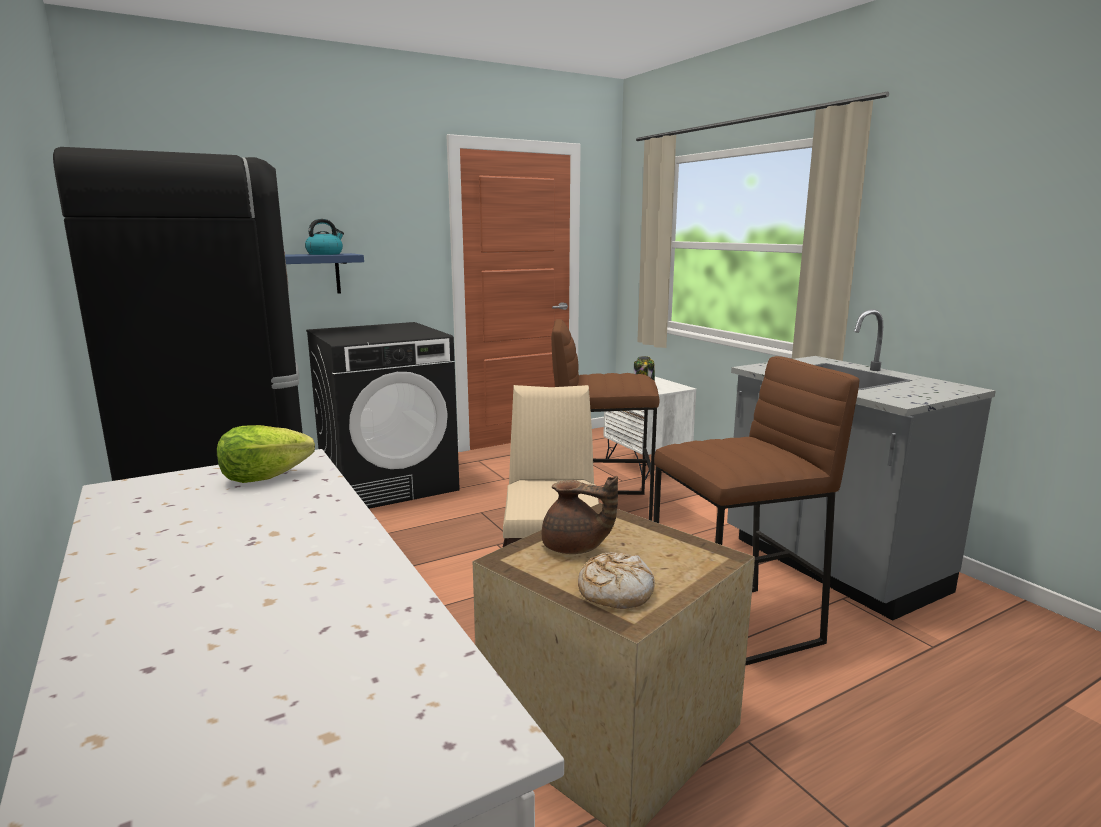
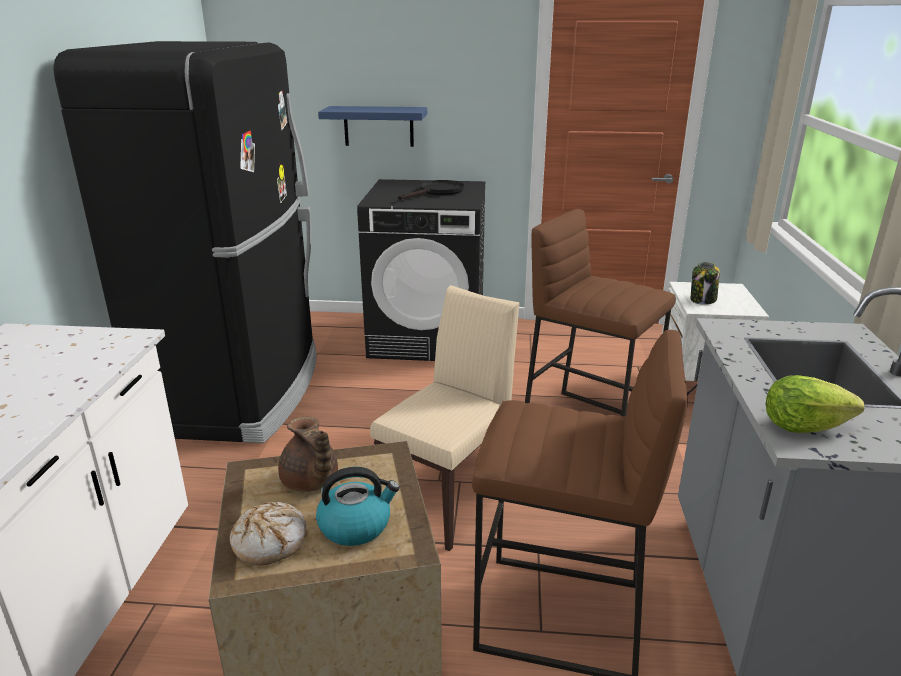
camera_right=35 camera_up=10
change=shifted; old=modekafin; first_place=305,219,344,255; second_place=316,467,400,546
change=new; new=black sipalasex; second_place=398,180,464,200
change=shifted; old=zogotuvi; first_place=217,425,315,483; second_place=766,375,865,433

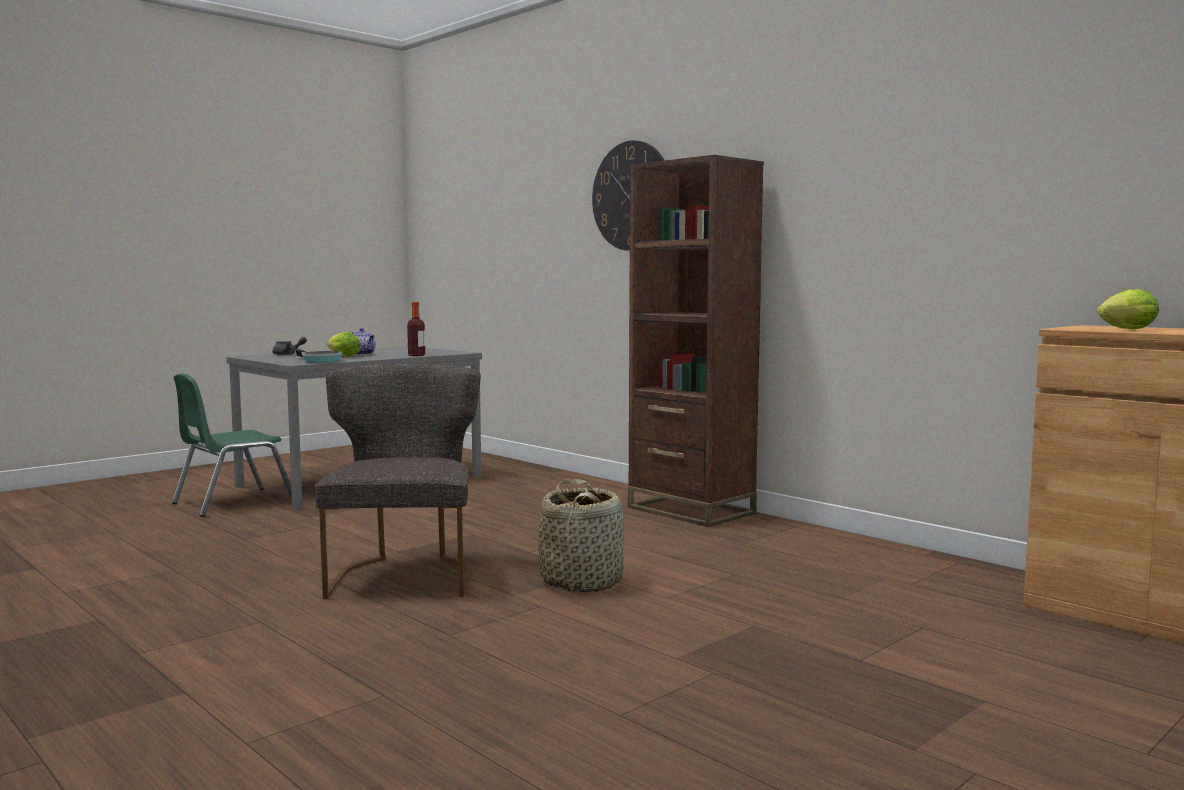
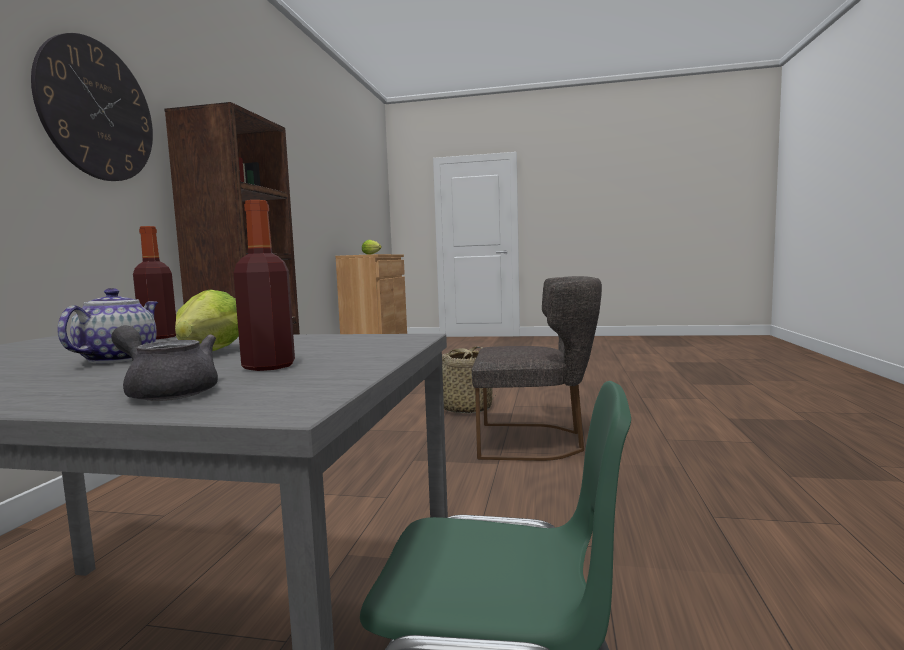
camera_right=-125 camera_up=0
change=new; new=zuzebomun; second_place=234,200,295,371
change=rotated; old=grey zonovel; first_place=315,364,481,599; second_place=472,276,602,461; degrees=-135
change=gone; old=sipalasex; first_place=296,349,342,363

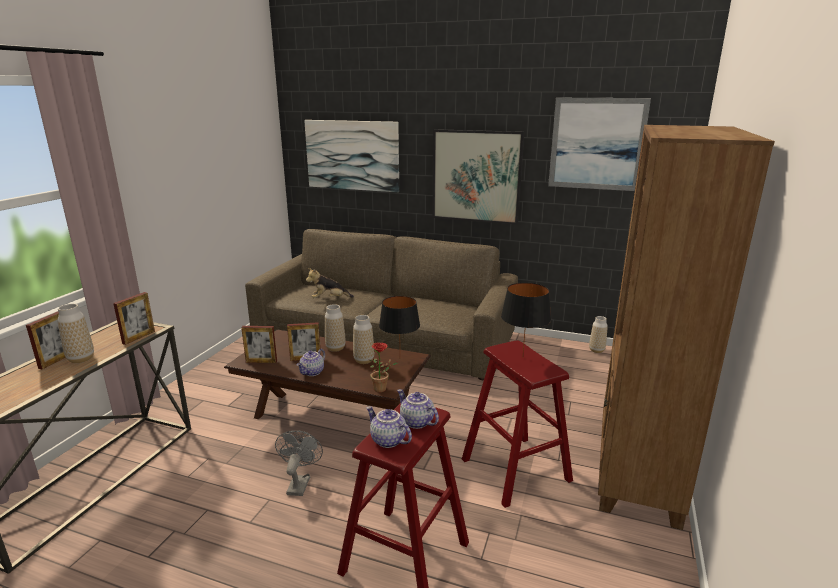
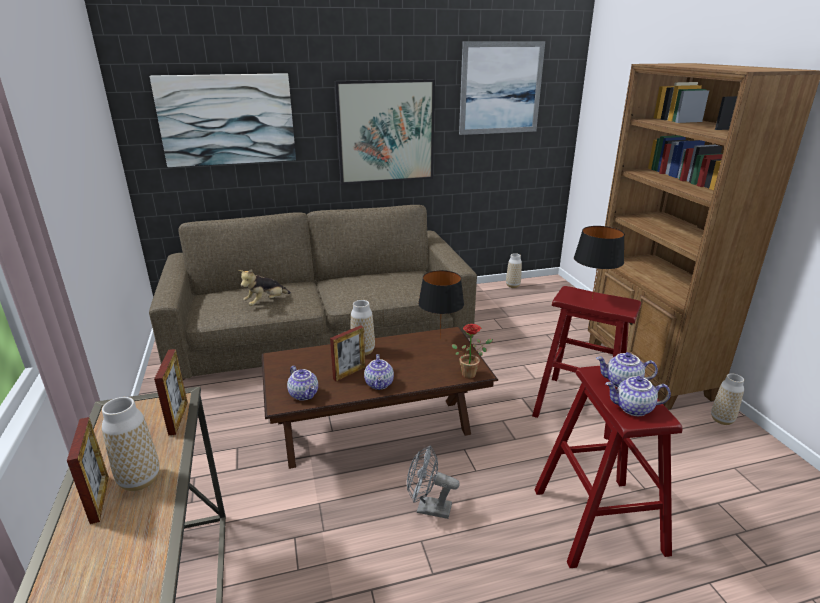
camera_right=-35 camera_up=5
change=swapped; old=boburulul; new=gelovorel; first_place=241,326,277,363; second_place=287,366,318,401
change=rotated; old=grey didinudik; first_place=275,431,323,496; second_place=407,445,460,519; degrees=-45
change=shifted; old=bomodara; first_place=353,315,374,364; second_place=711,373,744,425

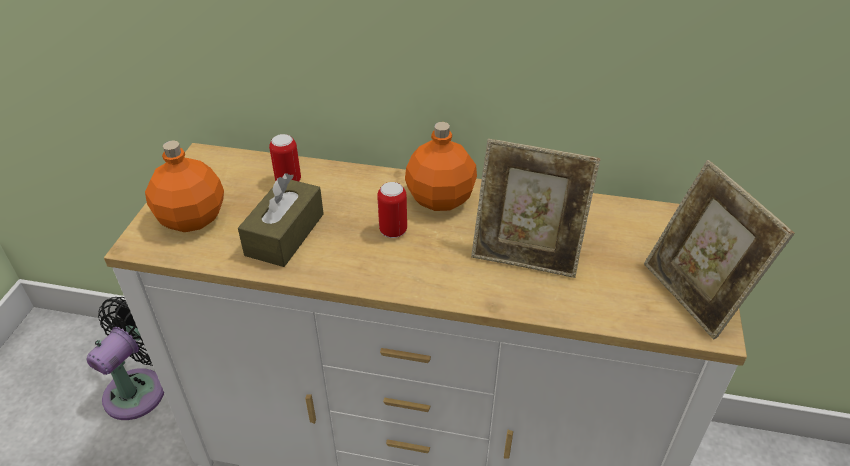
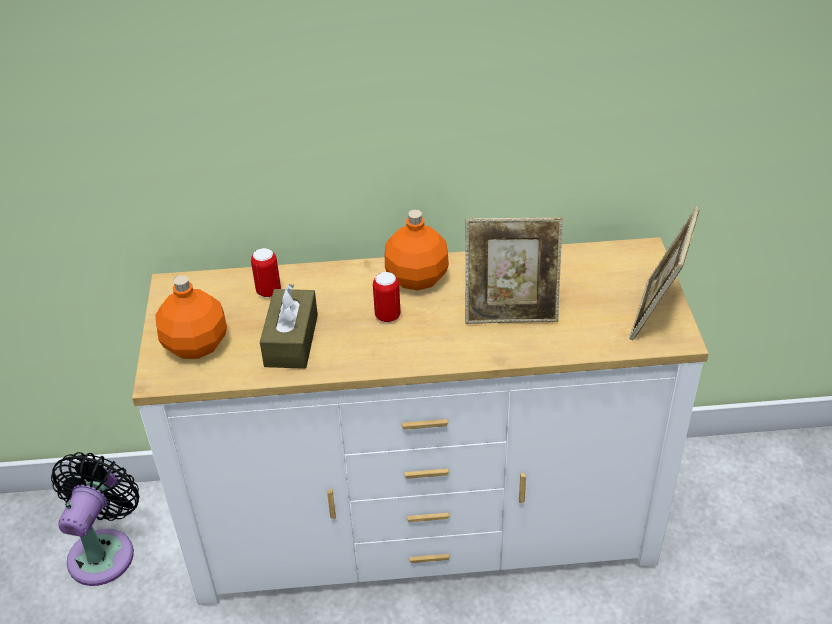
camera_right=-15 camera_up=0
change=rotated; old=boburulul; first_place=644,160,795,339; second_place=629,206,700,340; degrees=60

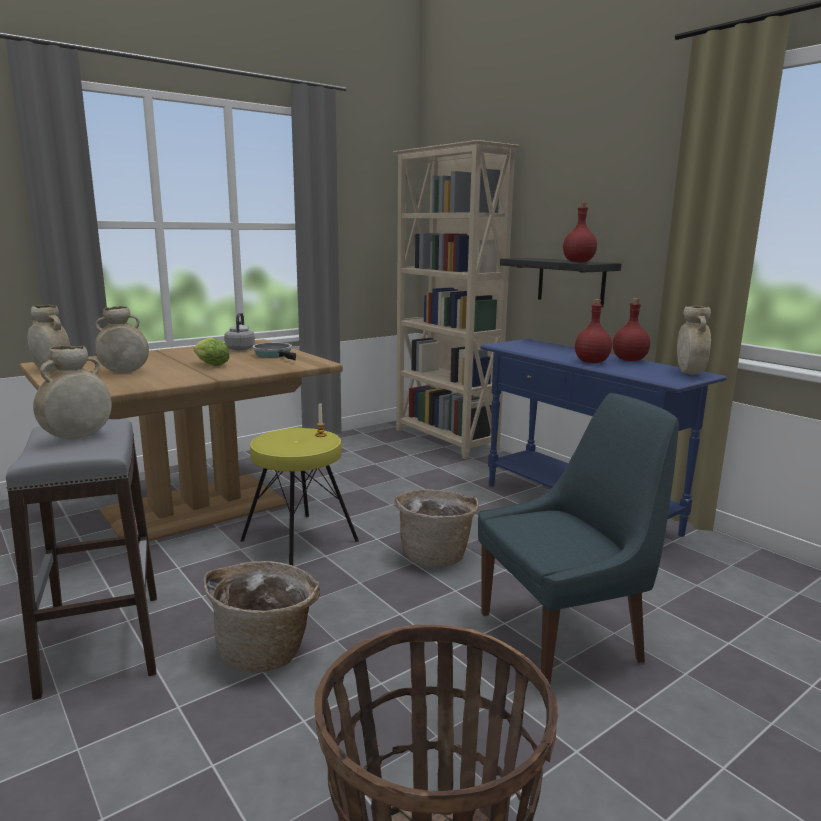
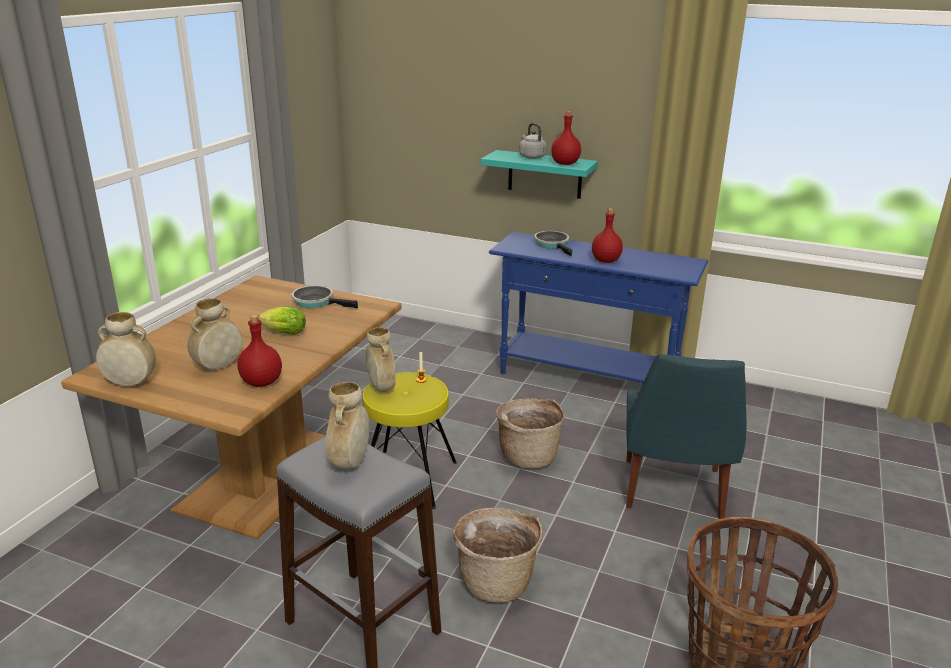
camera_right=-30 camera_up=10
change=shifted; old=red zuzebomun; first_place=613,298,650,361; second_place=237,315,282,387
change=shifted; old=beige bomodara; first_place=677,306,711,374; second_place=366,327,396,392
change=repainted; old=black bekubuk; new=turquoise bekubuk; first_place=500,258,621,307; second_place=481,150,598,199
change=shifted; old=grey modekafin; first_place=224,313,255,351; second_place=519,123,547,159
change=new; new=sipalasex; second_place=534,231,573,256
change=rotated; old=blue zonovel; first_place=478,393,679,684; second_place=626,354,747,519; degrees=150
change=gone; old=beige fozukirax; first_place=393,140,519,459

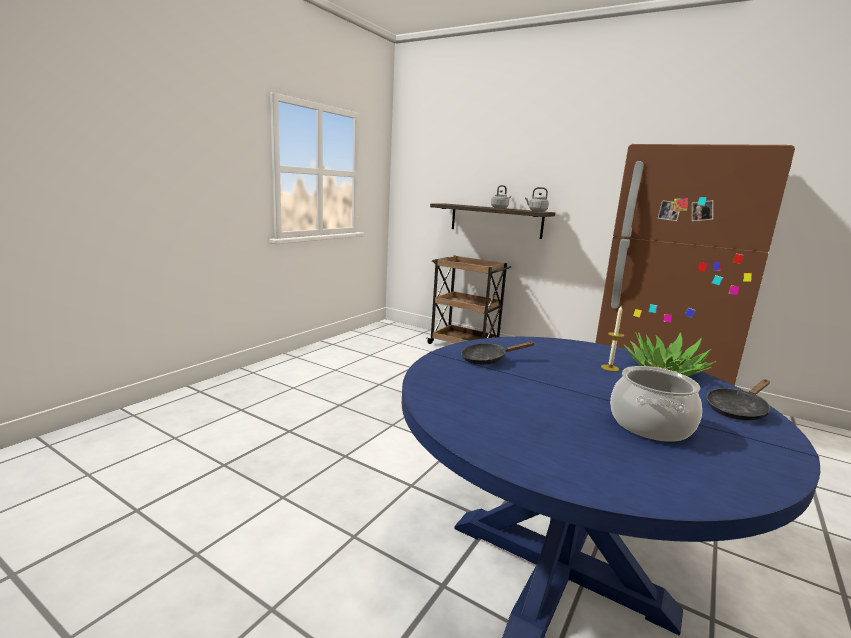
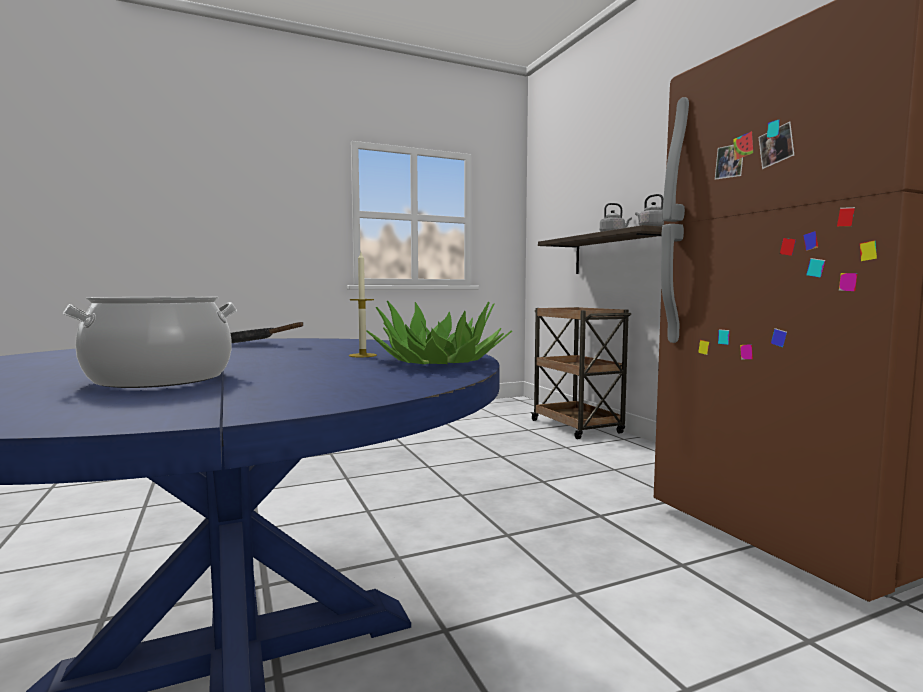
camera_right=35 camera_up=-10
change=gone; old=black sipalasex; first_place=707,379,770,420

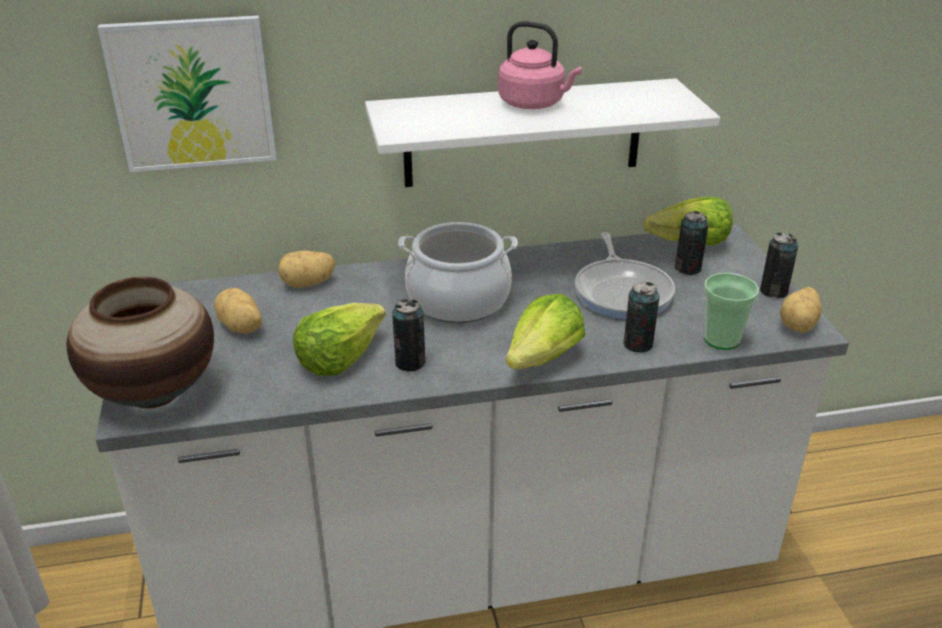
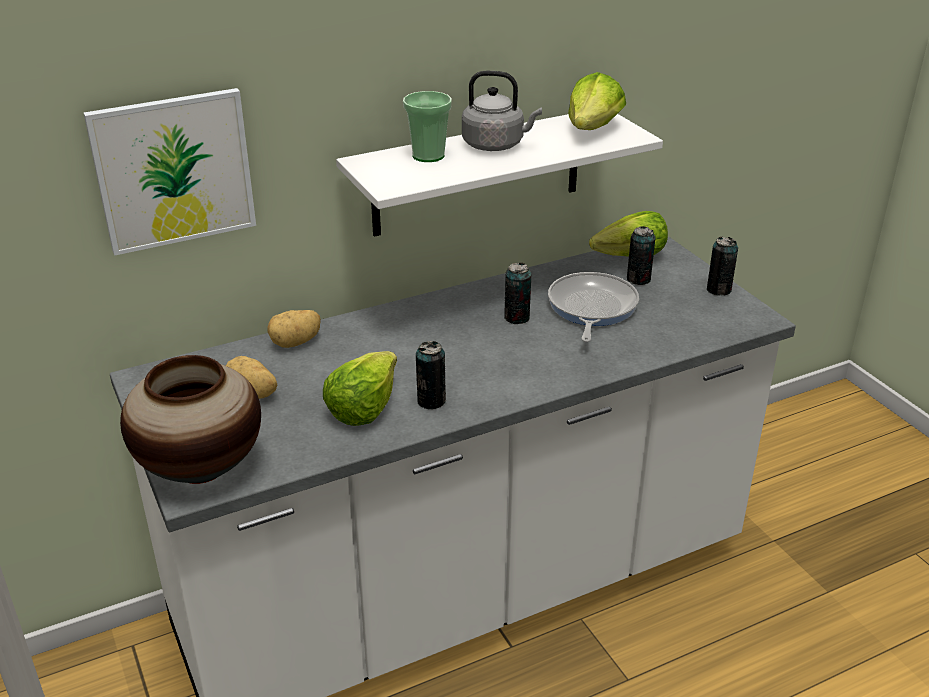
camera_right=-15 camera_up=0
change=shifted; old=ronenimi; first_place=704,273,759,350; second_place=403,91,452,162
change=repainted; old=pink modekafin; new=grey modekafin; first_place=498,21,582,109; second_place=462,71,542,151
change=shifted; old=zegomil; first_place=623,282,660,352; second_place=504,263,531,324
change=rotated; old=sipalasex; first_place=575,232,675,319; second_place=548,272,639,342; degrees=-150
change=shifted; old=zogotuvi; first_place=506,294,586,369; second_place=568,72,626,130
change=gone; old=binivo; first_place=398,222,518,323
change=gone; old=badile; first_place=780,287,821,333

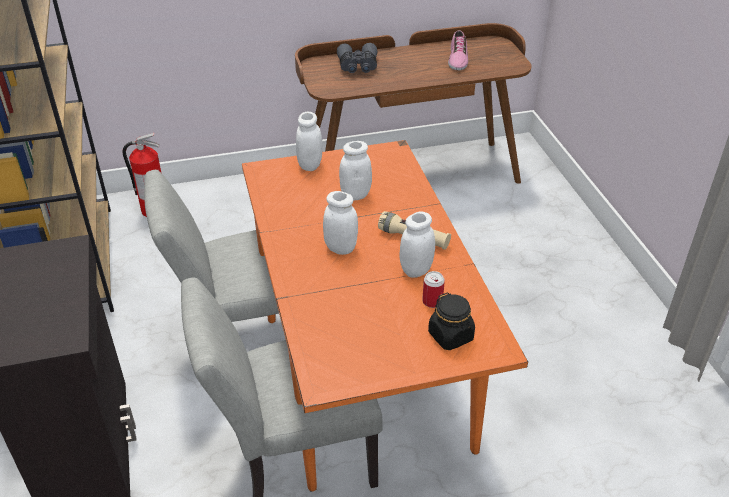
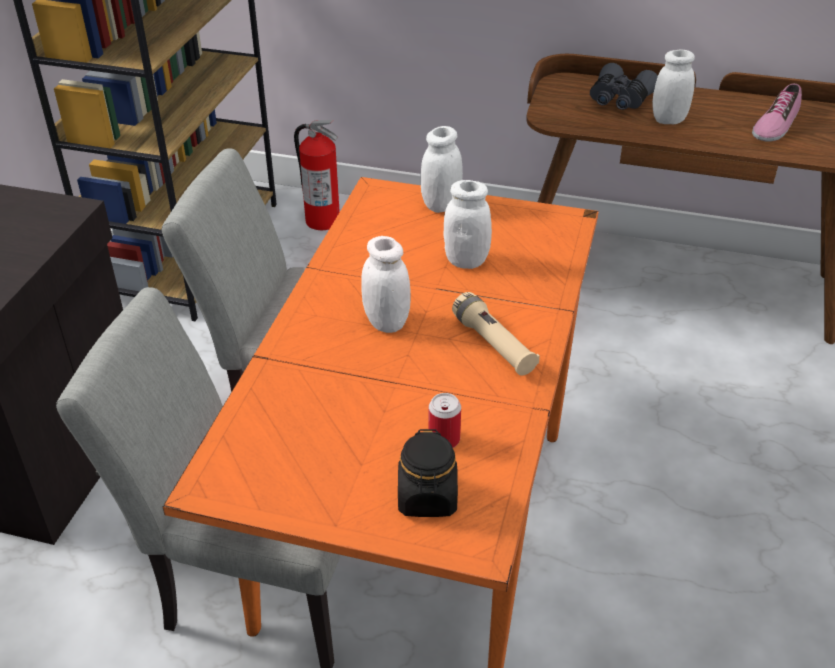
camera_right=30 camera_up=0
change=shifted; old=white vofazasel; first_place=400,212,435,278; second_place=652,50,695,124

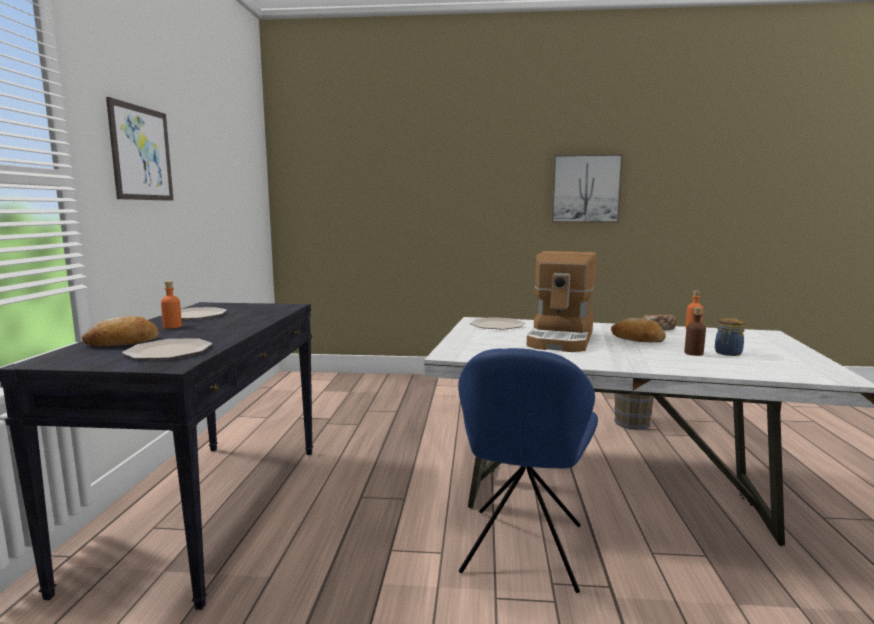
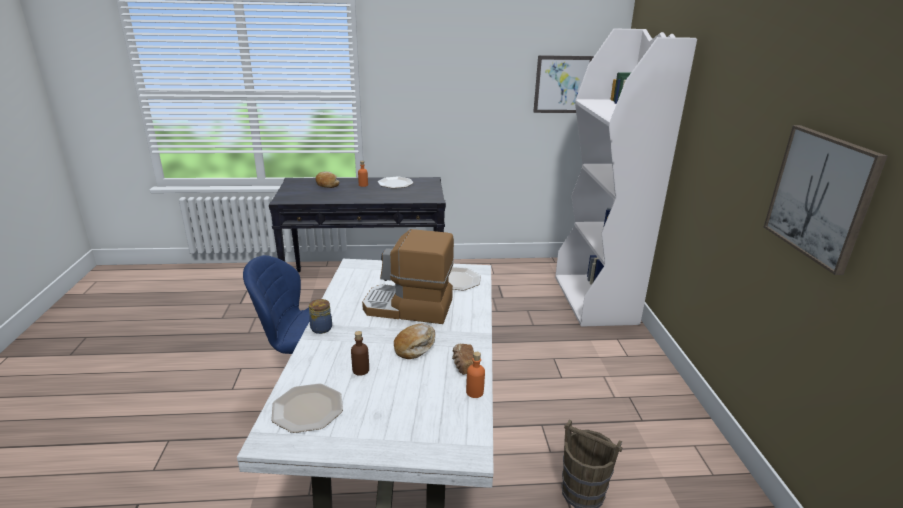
camera_right=80 camera_up=15
change=shifted; old=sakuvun; first_place=122,338,212,359; second_place=271,383,343,433
change=shifted; old=vofazasel; first_place=715,318,745,356; second_place=309,299,332,334
change=shifted; old=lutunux; first_place=106,97,174,201; second_place=533,55,594,113
change=new; new=white fozukirax; second_place=555,28,697,327

